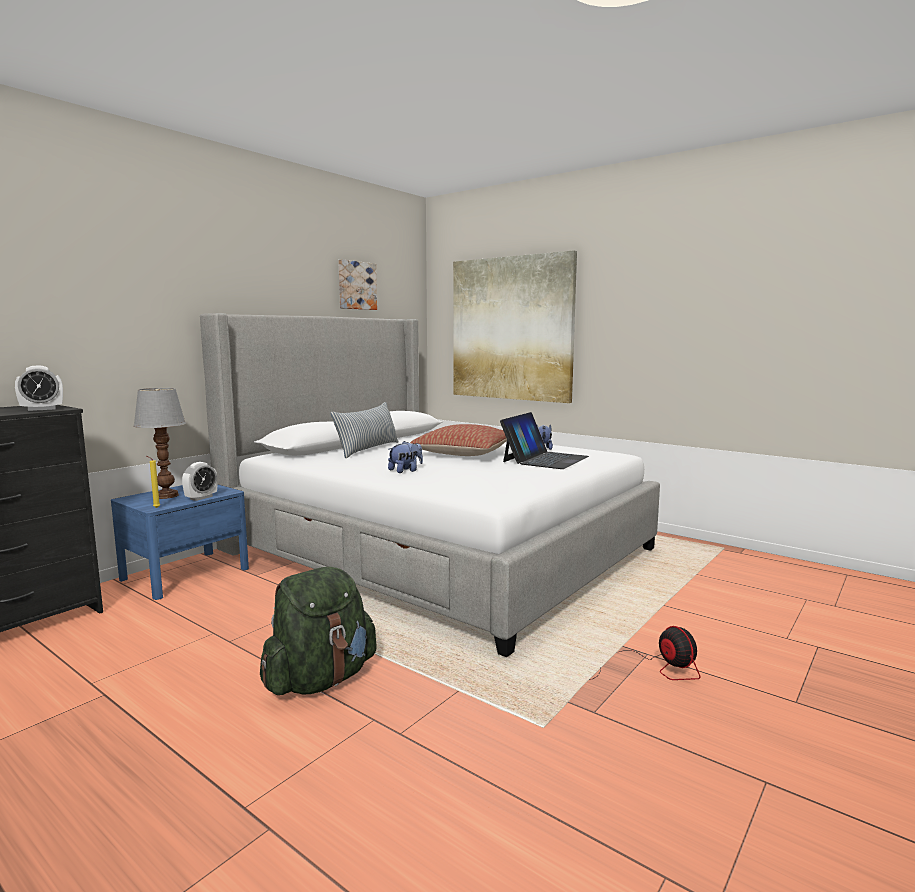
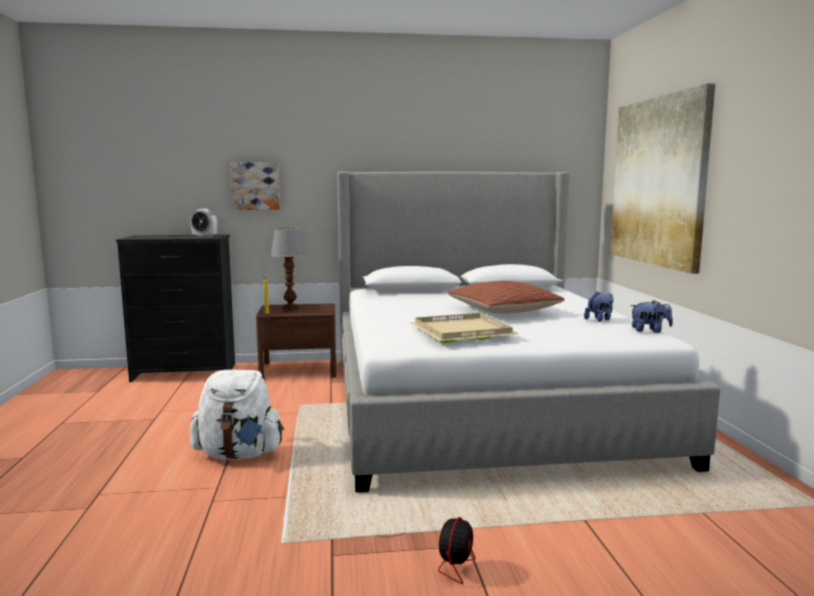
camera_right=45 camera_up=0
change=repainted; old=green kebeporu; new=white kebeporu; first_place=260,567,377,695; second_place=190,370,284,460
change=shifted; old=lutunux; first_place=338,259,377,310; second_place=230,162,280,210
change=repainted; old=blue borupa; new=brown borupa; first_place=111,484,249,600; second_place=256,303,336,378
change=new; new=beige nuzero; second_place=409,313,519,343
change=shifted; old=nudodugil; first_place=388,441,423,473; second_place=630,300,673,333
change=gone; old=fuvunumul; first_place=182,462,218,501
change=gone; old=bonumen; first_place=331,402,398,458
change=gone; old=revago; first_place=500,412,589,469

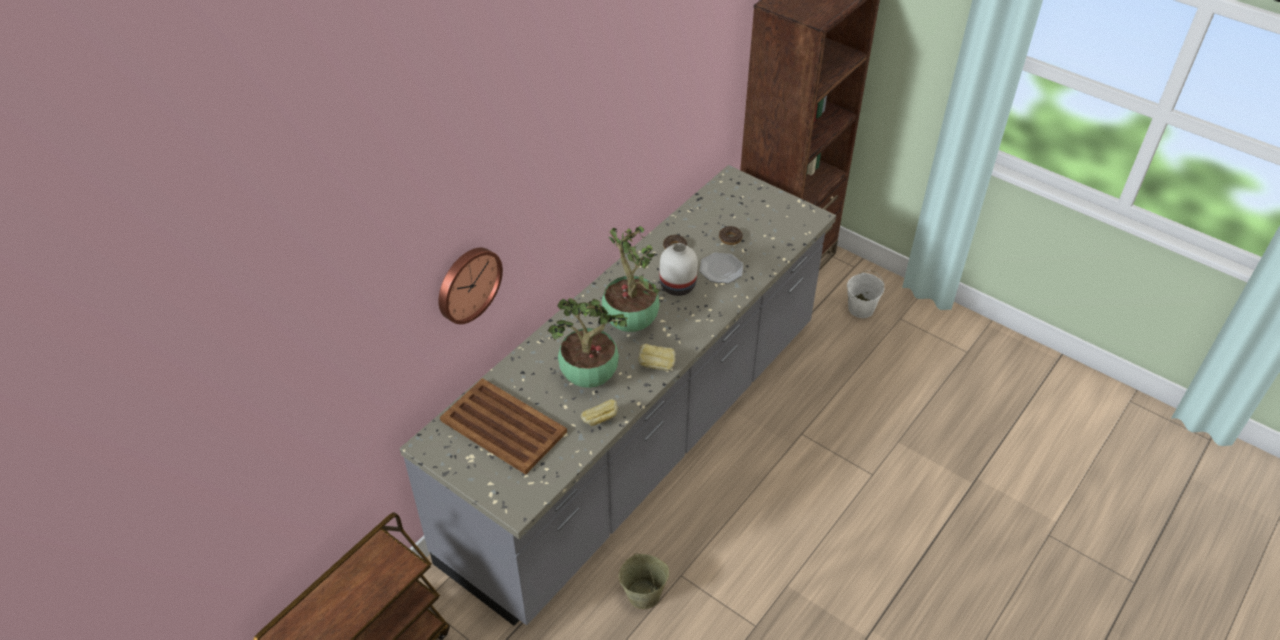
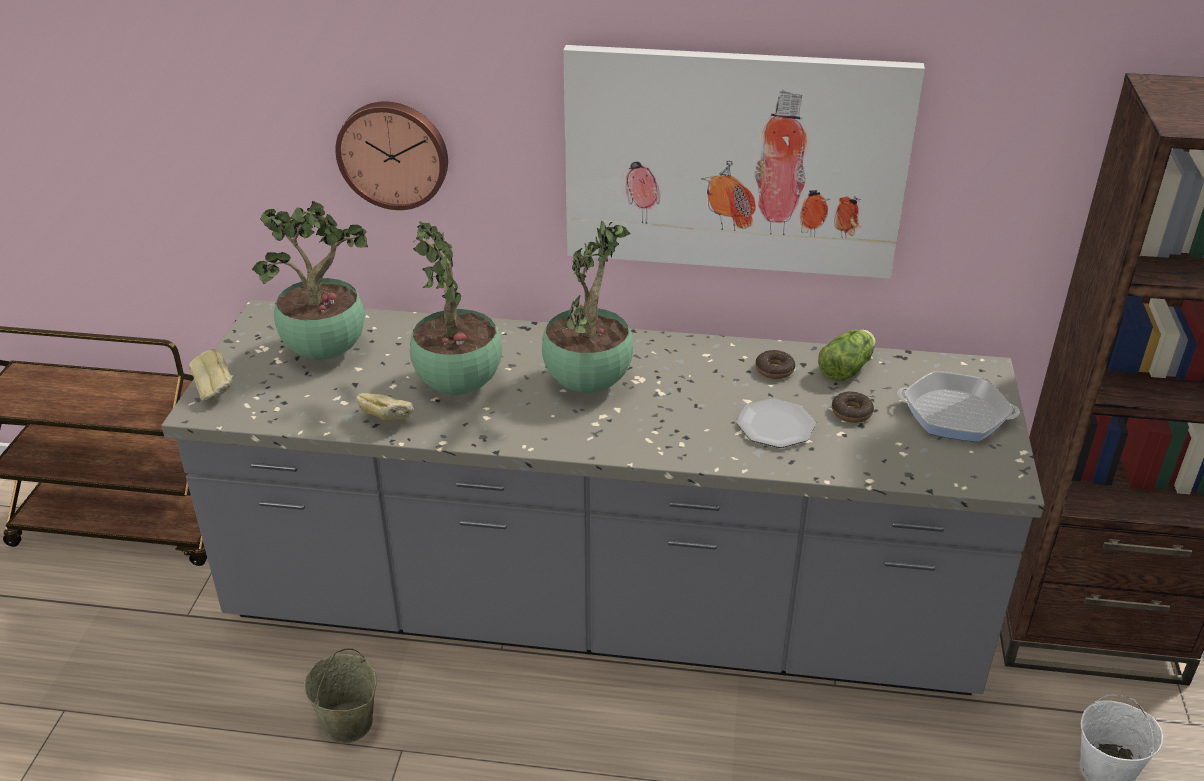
camera_right=60 camera_up=-10
change=shifted; old=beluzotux; first_place=638,343,675,371; second_place=189,349,232,402
change=swapped; old=brown nuzero; new=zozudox; first_place=440,378,567,475; second_place=252,201,368,360
change=new; new=lutunux; second_place=563,45,925,279
change=new; new=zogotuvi; second_place=818,329,875,381
change=new; new=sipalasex; second_place=897,371,1020,442
change=gone; old=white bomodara; first_place=660,243,698,296

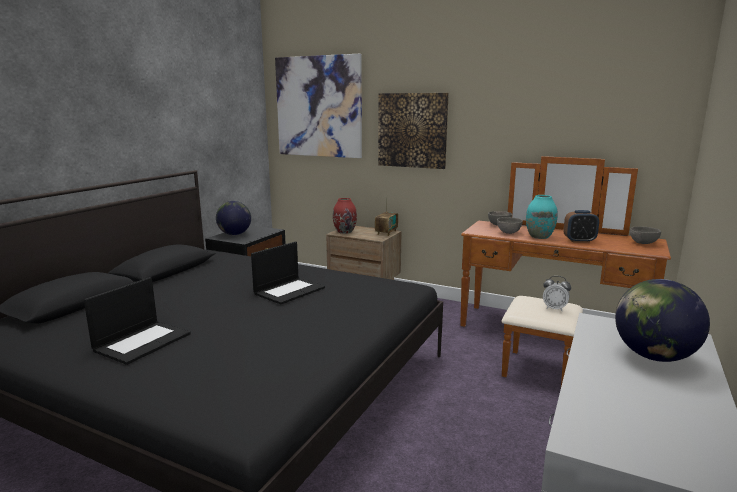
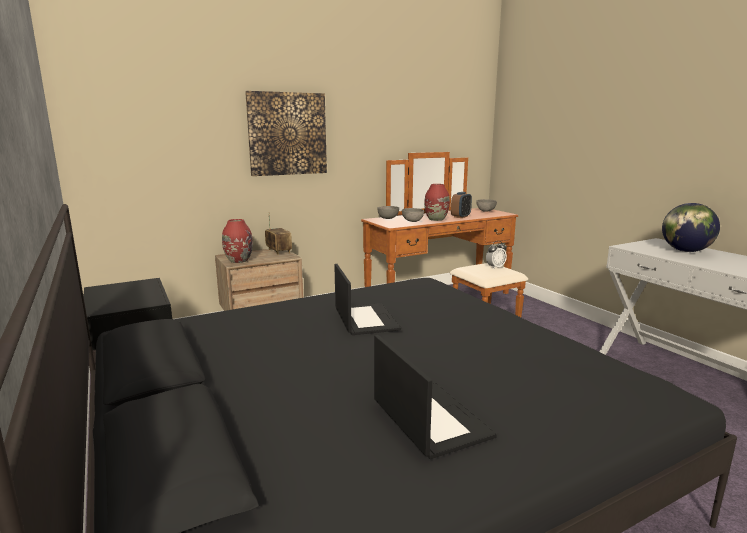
camera_right=-55 camera_up=0
change=repainted; old=turquoise bomodara; new=red bomodara; first_place=526,195,557,239; second_place=424,184,450,221
change=gone; old=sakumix; first_place=216,201,251,235
change=gone; old=lutunux; first_place=275,54,362,158

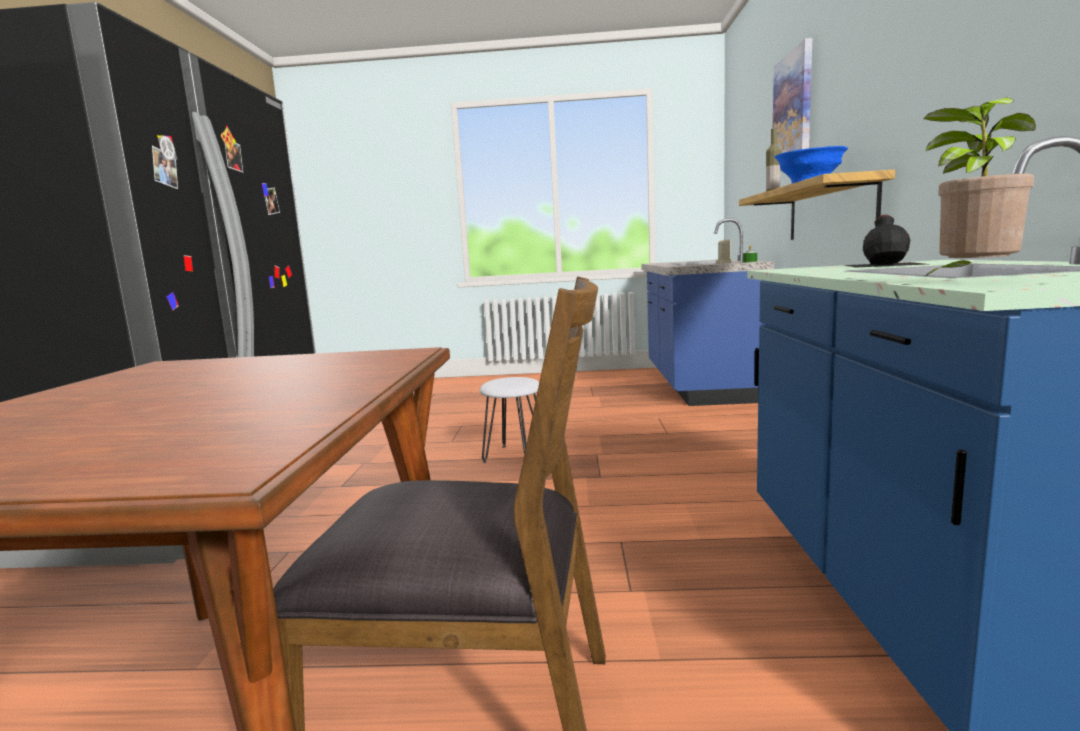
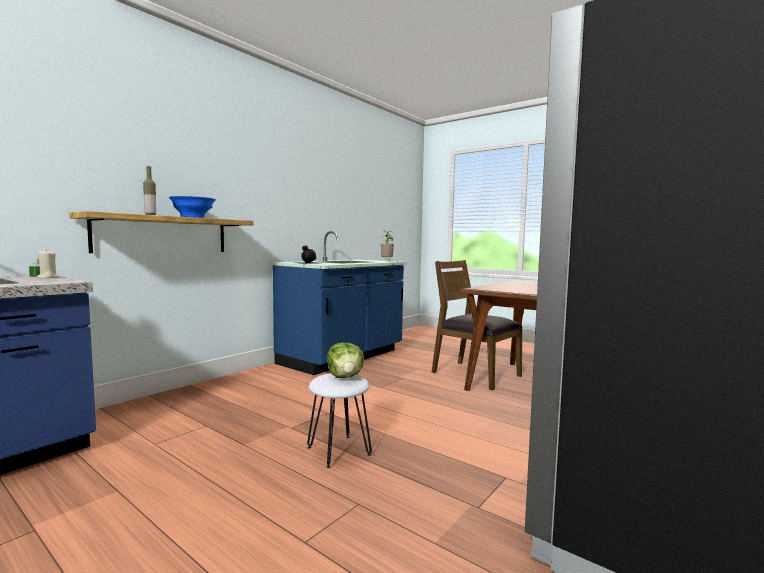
camera_right=-145 camera_up=-5
change=new; new=zogotuvi; second_place=327,342,364,378
change=gone; old=lutunux; first_place=773,38,812,172

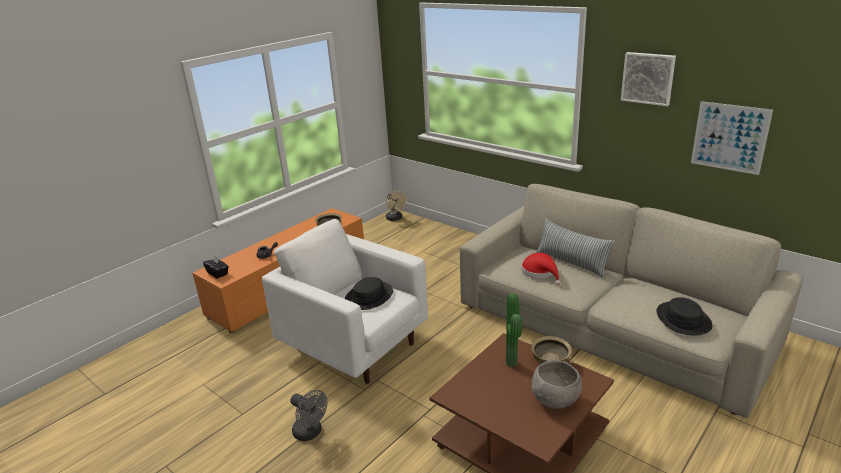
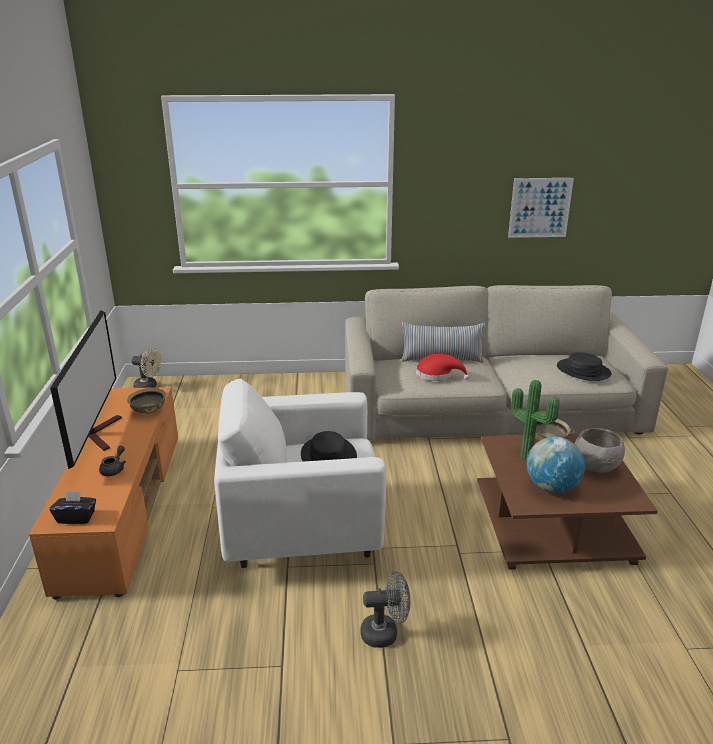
camera_right=-45 camera_up=0
change=new; new=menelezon; second_place=50,310,122,469
change=new; new=sakumix; second_place=527,436,585,493
change=gone; old=lutunux; first_place=621,52,676,106

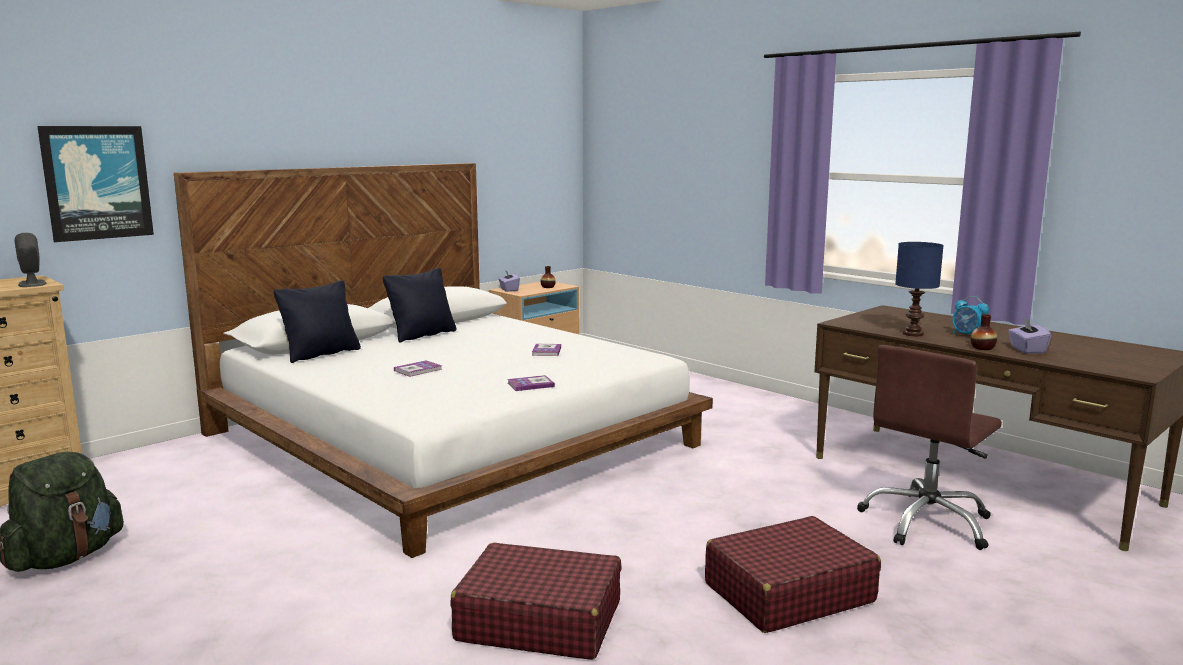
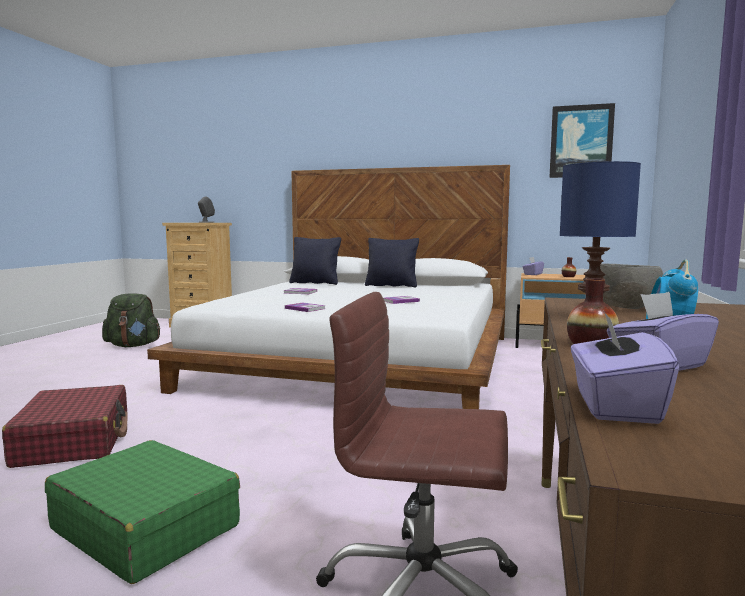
camera_right=60 camera_up=-5
change=repainted; old=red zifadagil; new=green zifadagil; first_place=705,516,881,633; second_place=45,440,240,584
change=shifted; old=lutunux; first_place=37,126,154,242; second_place=549,103,615,178
change=new; new=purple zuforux; second_place=571,312,679,424
change=new; new=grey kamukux; second_place=600,264,663,309

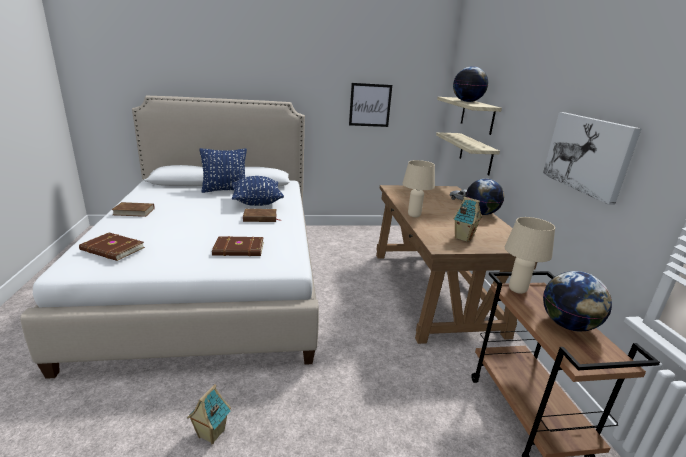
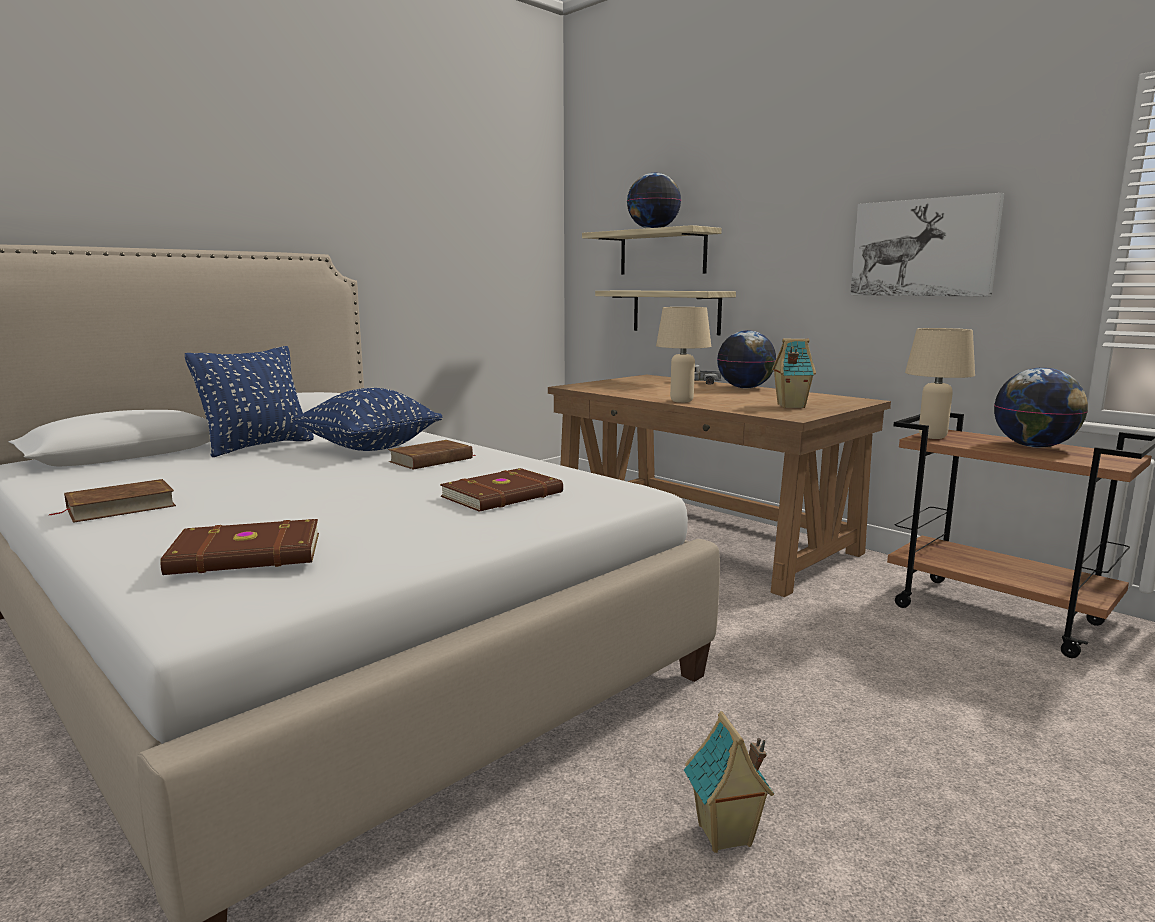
camera_right=-35 camera_up=-10
change=gone; old=lutunux; first_place=349,83,392,127

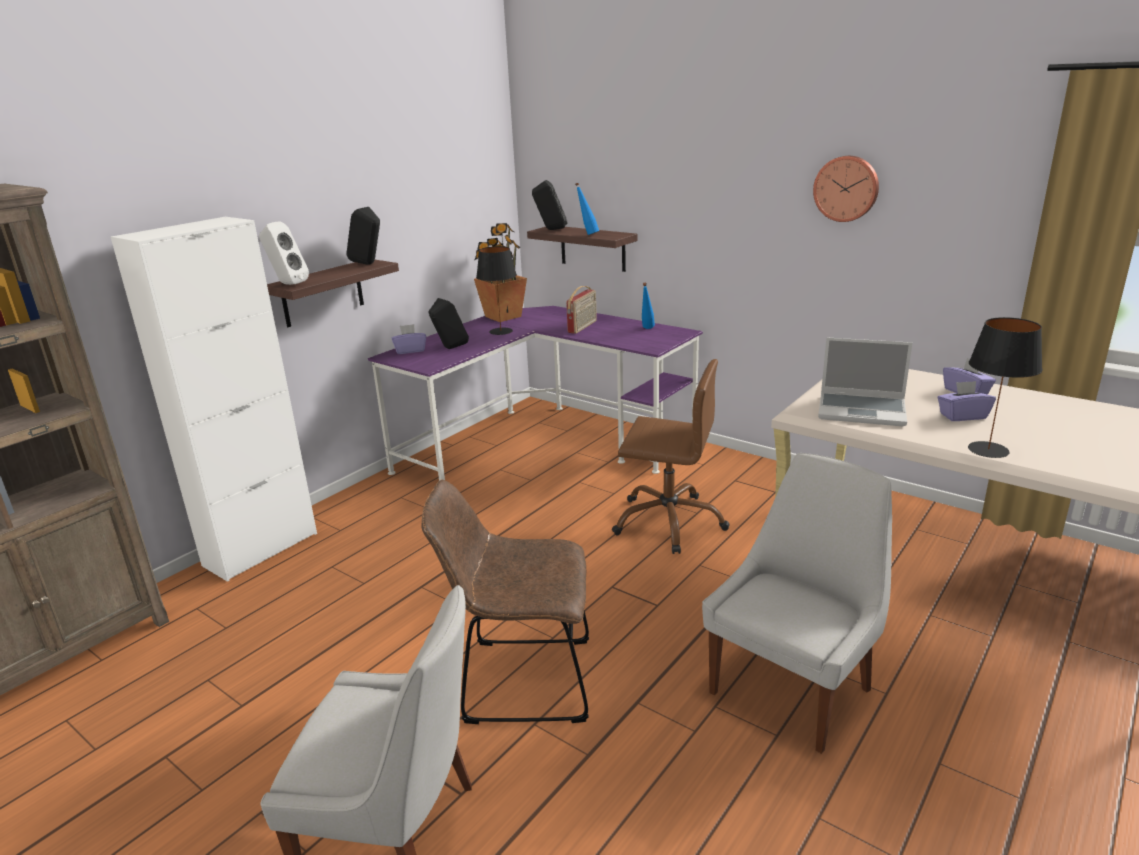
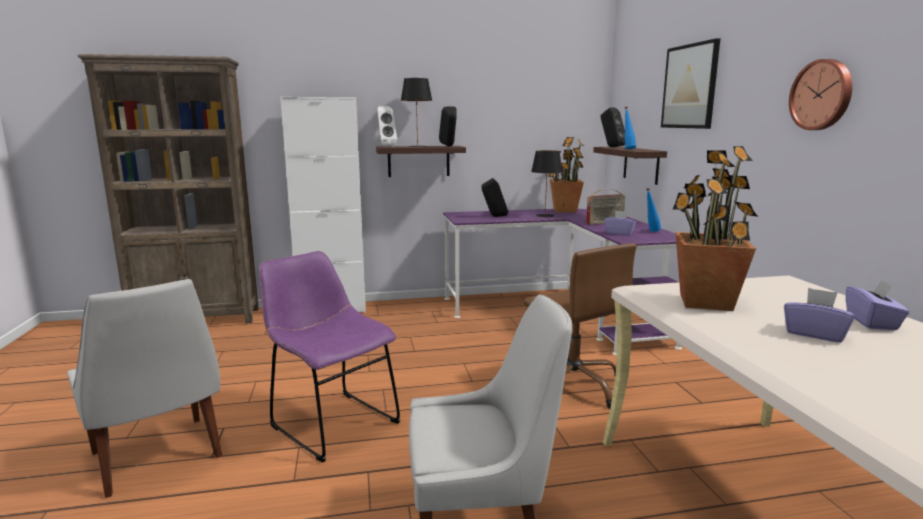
camera_right=40 camera_up=-10
change=repainted; old=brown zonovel; new=purple zonovel; first_place=421,479,589,724; second_place=259,251,400,463
change=shifted; old=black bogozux; first_place=968,317,1043,458; second_place=401,78,432,147
change=shifted; old=purple zuforux; first_place=392,324,426,354; second_place=604,211,636,236
change=new; new=lutunux; second_place=661,38,720,129
change=swapped; old=revago; new=zozudox; first_place=818,337,913,426; second_place=673,146,758,311

